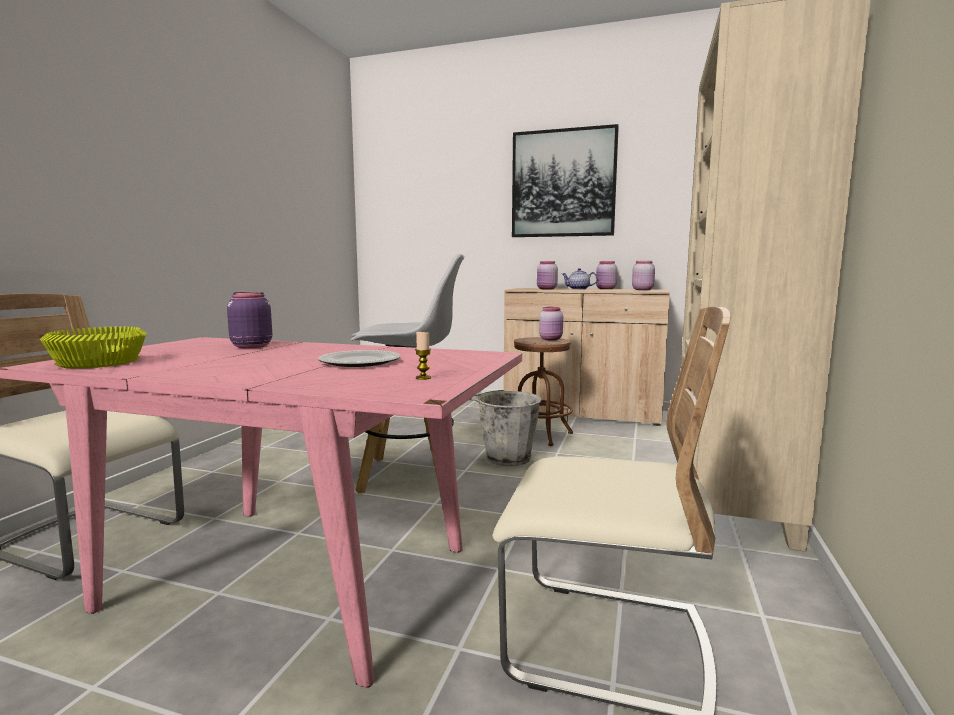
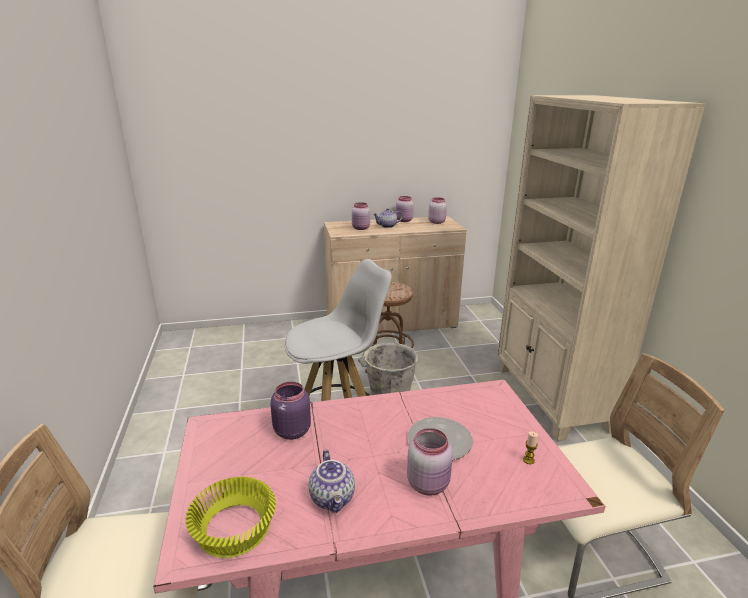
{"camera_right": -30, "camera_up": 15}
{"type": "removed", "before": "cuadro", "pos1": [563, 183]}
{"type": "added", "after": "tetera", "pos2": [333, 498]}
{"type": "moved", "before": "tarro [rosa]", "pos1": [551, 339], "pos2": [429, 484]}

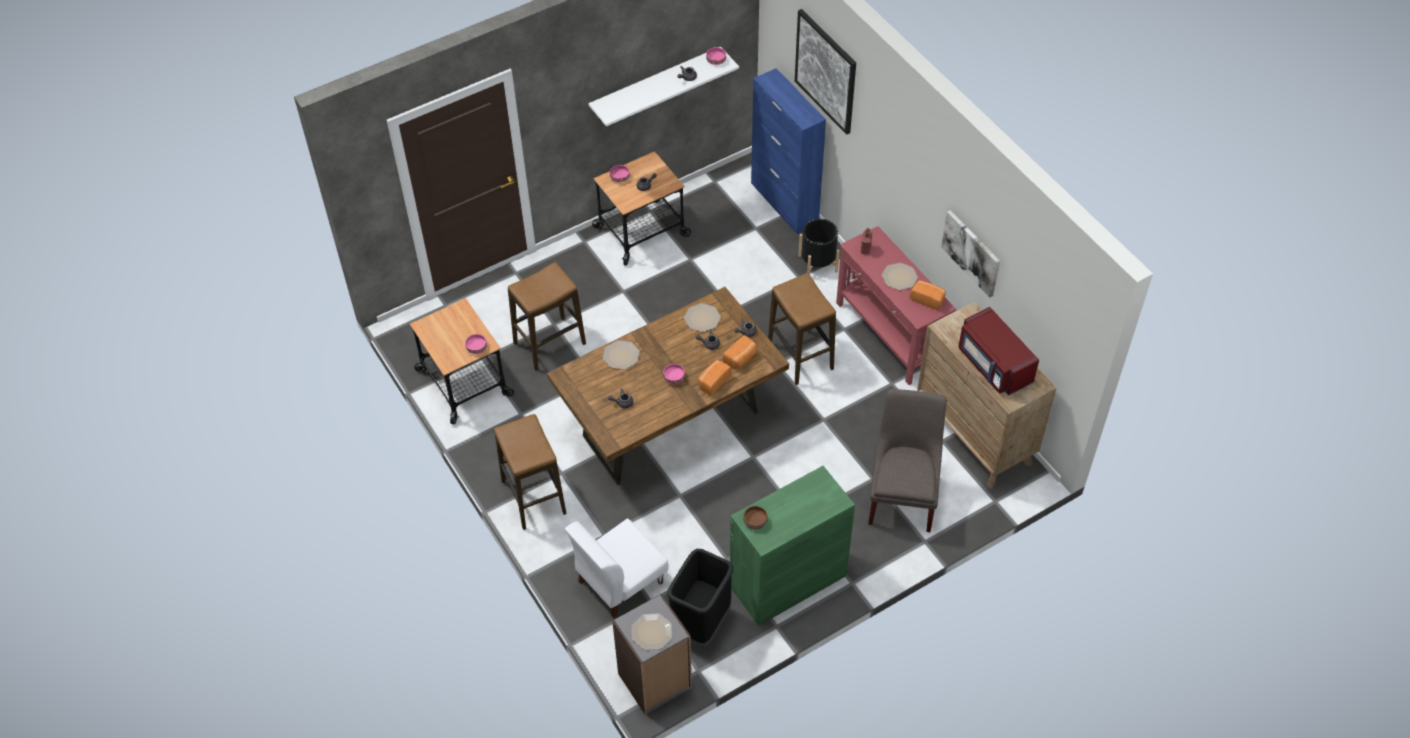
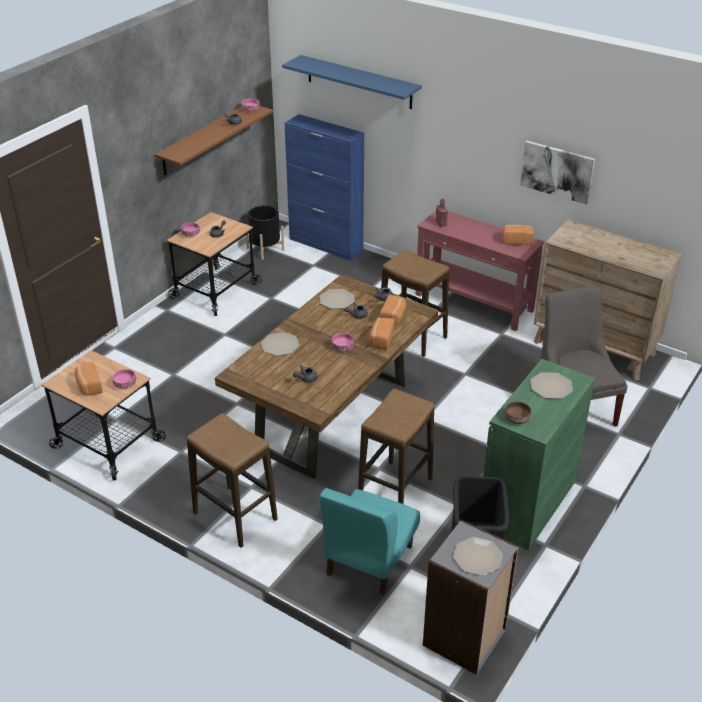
{"camera_right": -25, "camera_up": -15}
{"type": "removed", "before": "microondas [rojo]", "pos1": [993, 365]}
{"type": "added", "after": "pan", "pos2": [89, 386]}
{"type": "moved", "before": "taburete", "pos1": [549, 344], "pos2": [395, 490]}
{"type": "moved", "before": "maceta [negro]", "pos1": [818, 263], "pos2": [265, 249]}
{"type": "moved", "before": "plato", "pos1": [900, 277], "pos2": [551, 386]}
{"type": "replaced", "before": "cuadro", "after": "estante [azul]", "pos1": [826, 71], "pos2": [359, 82]}
{"type": "recoloured", "before": "silla [blanco]", "after": "silla [turquesa]", "pos1": [619, 582], "pos2": [369, 560]}
{"type": "recoloured", "before": "estante [blanco]", "after": "estante [marrón]", "pos1": [655, 85], "pos2": [204, 139]}

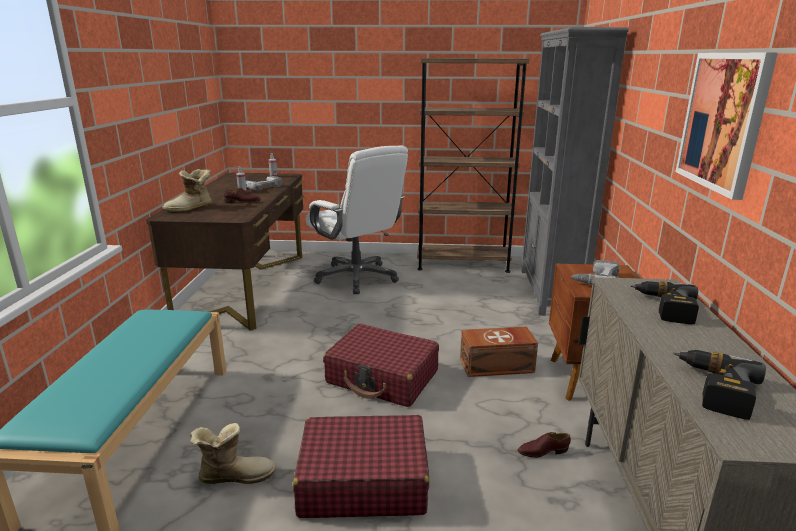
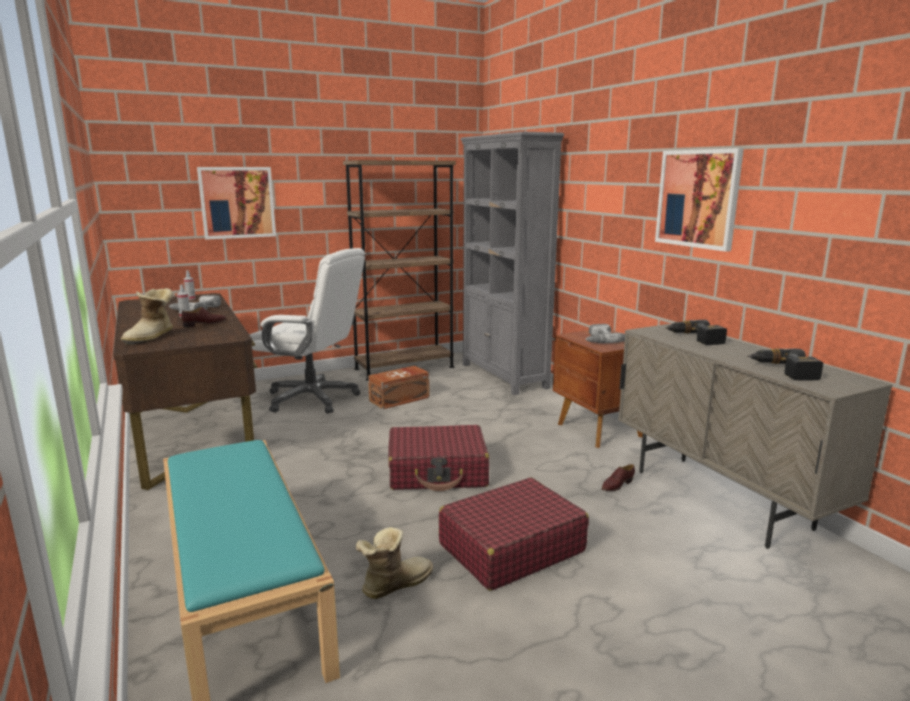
{"camera_right": -30, "camera_up": -5}
{"type": "added", "after": "cuadro", "pos2": [237, 202]}
{"type": "moved", "before": "caja de almacenaje [marrón]", "pos1": [498, 366], "pos2": [400, 399]}

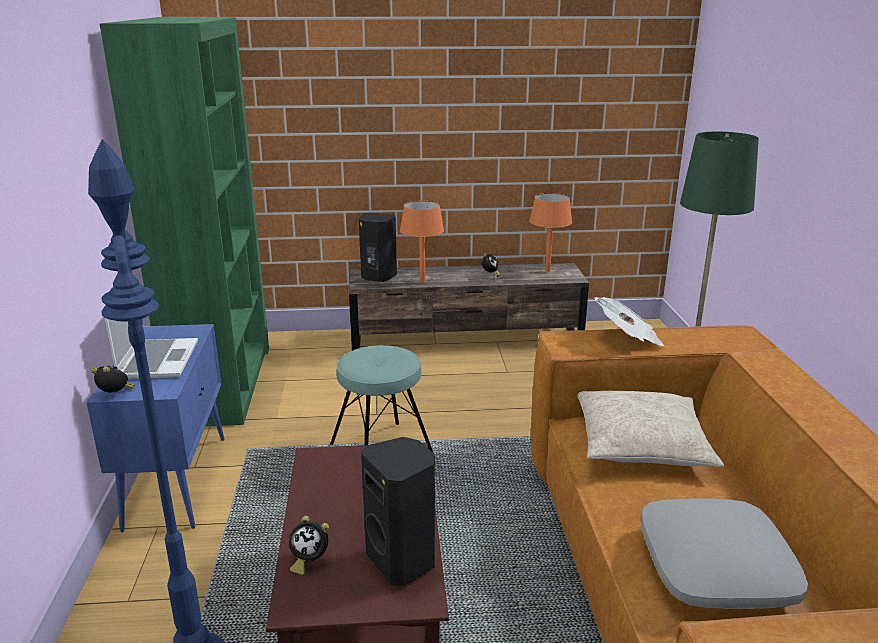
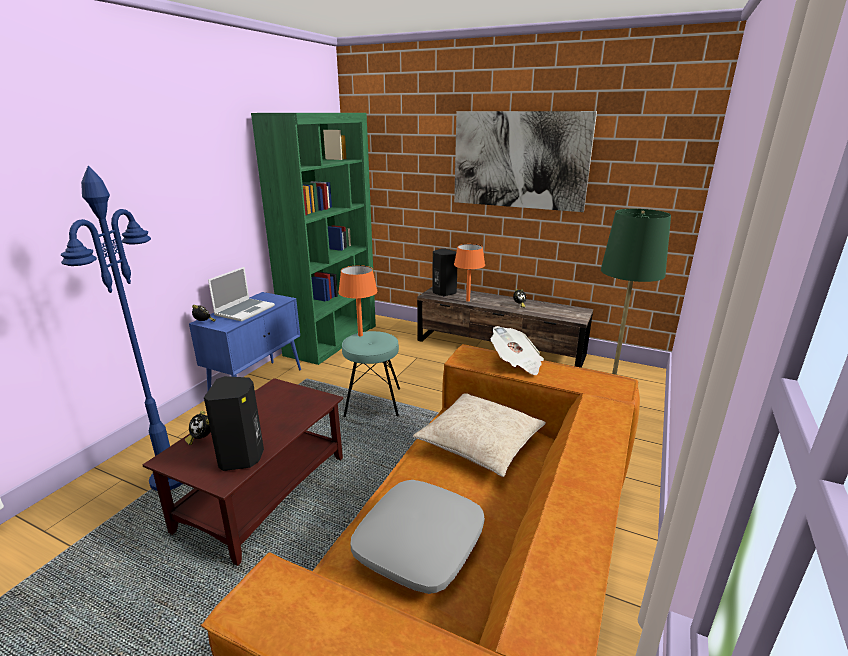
{"camera_right": 30, "camera_up": 0}
{"type": "added", "after": "cuadro", "pos2": [519, 160]}
{"type": "moved", "before": "lámpara de mesa [naranja]", "pos1": [547, 271], "pos2": [360, 335]}

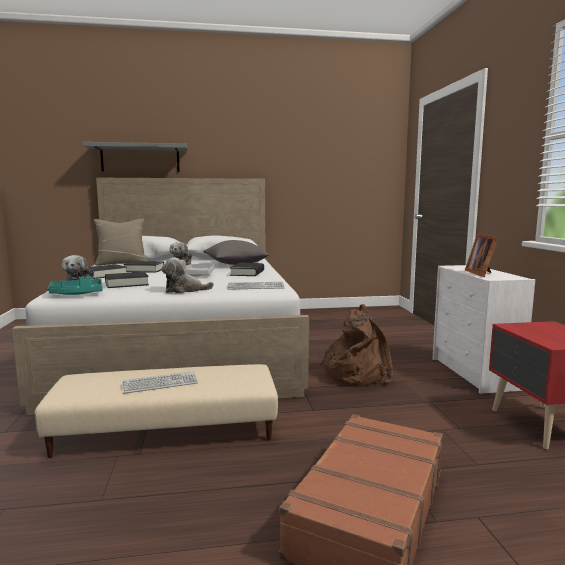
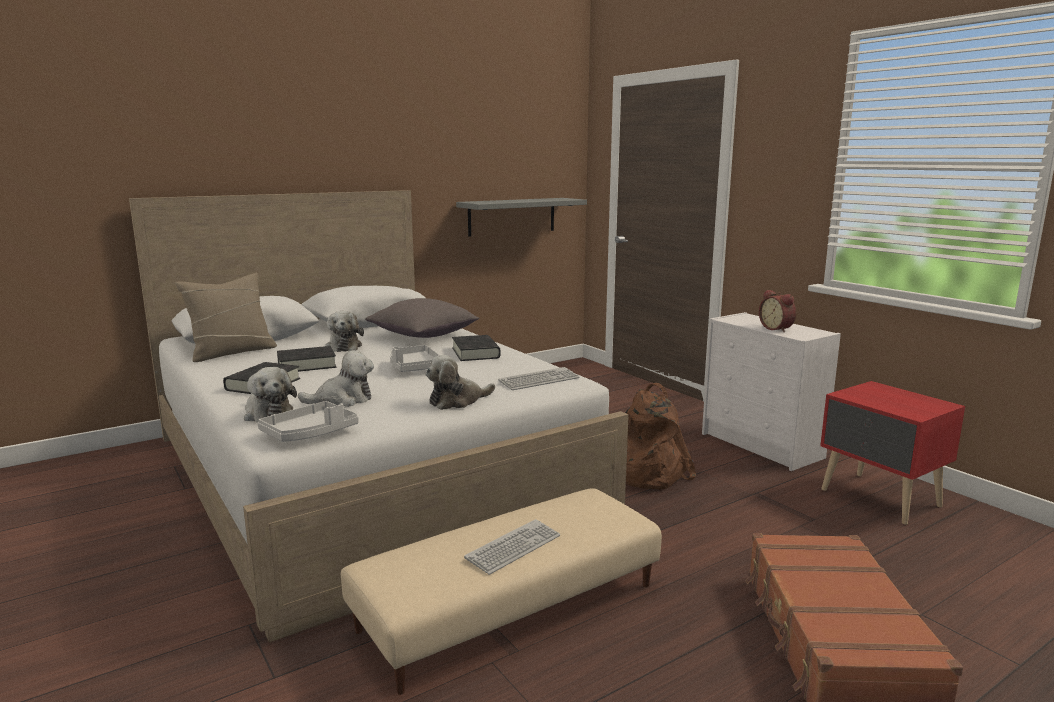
{"camera_right": -25, "camera_up": 5}
{"type": "moved", "before": "estante [gris]", "pos1": [140, 159], "pos2": [512, 216]}
{"type": "replaced", "before": "libro [negro]", "after": "peluche", "pos1": [126, 284], "pos2": [343, 399]}
{"type": "replaced", "before": "portarretratos", "after": "despertador", "pos1": [481, 273], "pos2": [777, 329]}
{"type": "recoloured", "before": "bandeja [turquesa]", "after": "bandeja [gris]", "pos1": [77, 294], "pos2": [310, 433]}

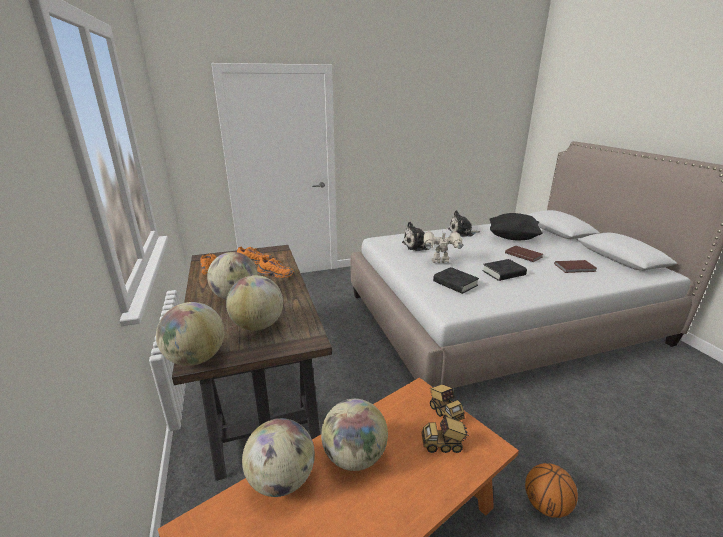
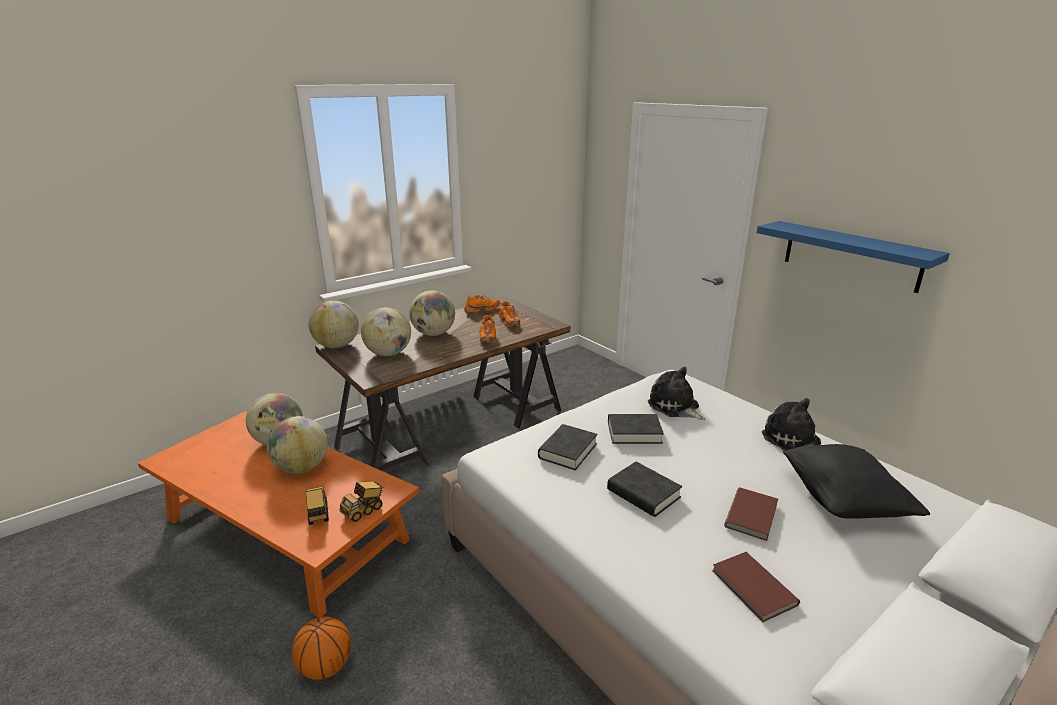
{"camera_right": 70, "camera_up": 0}
{"type": "added", "after": "estante [azul]", "pos2": [851, 255]}
{"type": "replaced", "before": "robot de juguete", "after": "libro [negro]", "pos1": [440, 262], "pos2": [634, 433]}

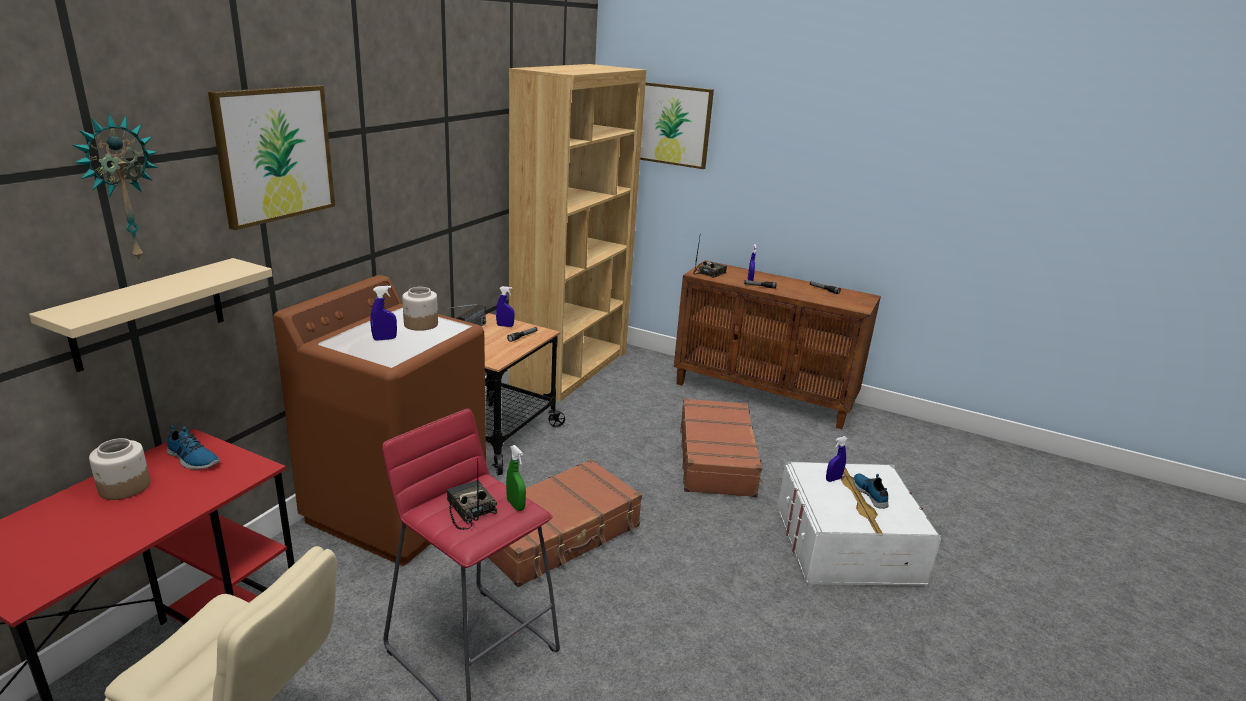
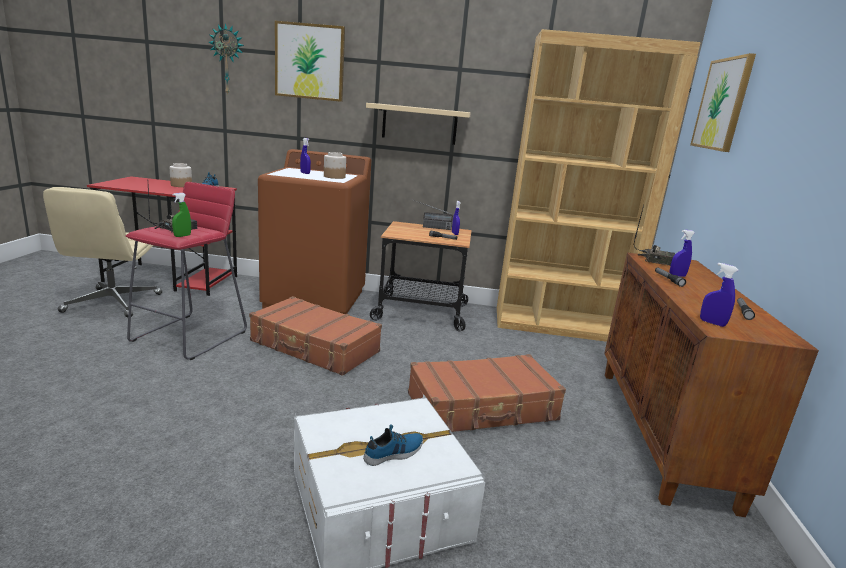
{"camera_right": 70, "camera_up": -5}
{"type": "moved", "before": "estante [beis]", "pos1": [149, 313], "pos2": [419, 124]}
{"type": "moved", "before": "pulverizador [azul]", "pos1": [833, 479], "pos2": [712, 323]}

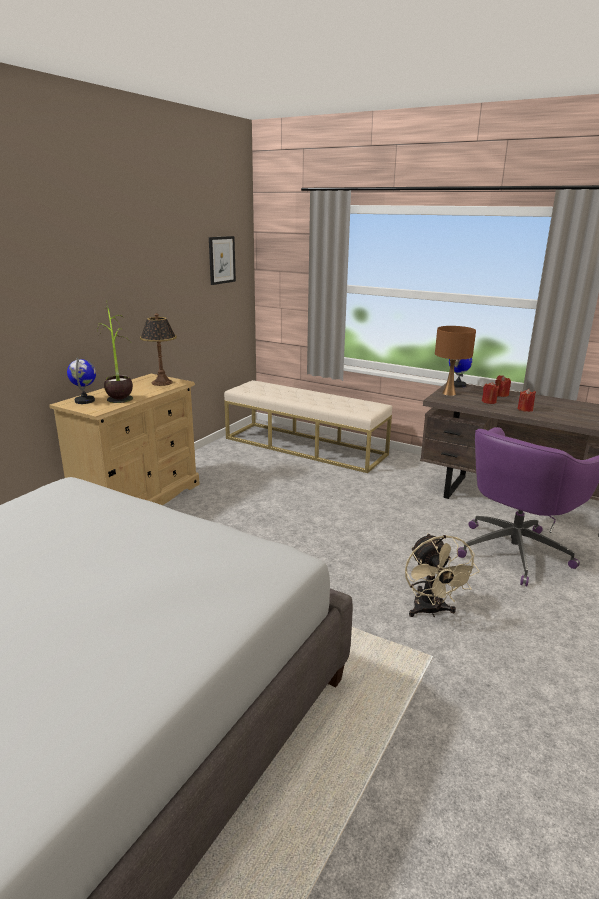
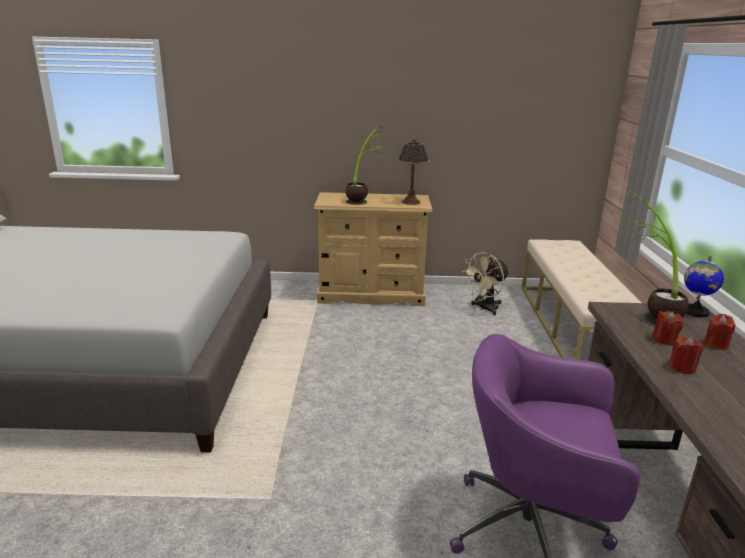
{"camera_right": 60, "camera_up": 0}
{"type": "removed", "before": "globo terráqueo", "pos1": [85, 401]}
{"type": "removed", "before": "cuadro", "pos1": [221, 260]}
{"type": "moved", "before": "ventilador [beis]", "pos1": [431, 611], "pos2": [484, 308]}
{"type": "replaced", "before": "lámpara de mesa [marrón]", "after": "planta en maceta", "pos1": [449, 393], "pos2": [645, 311]}

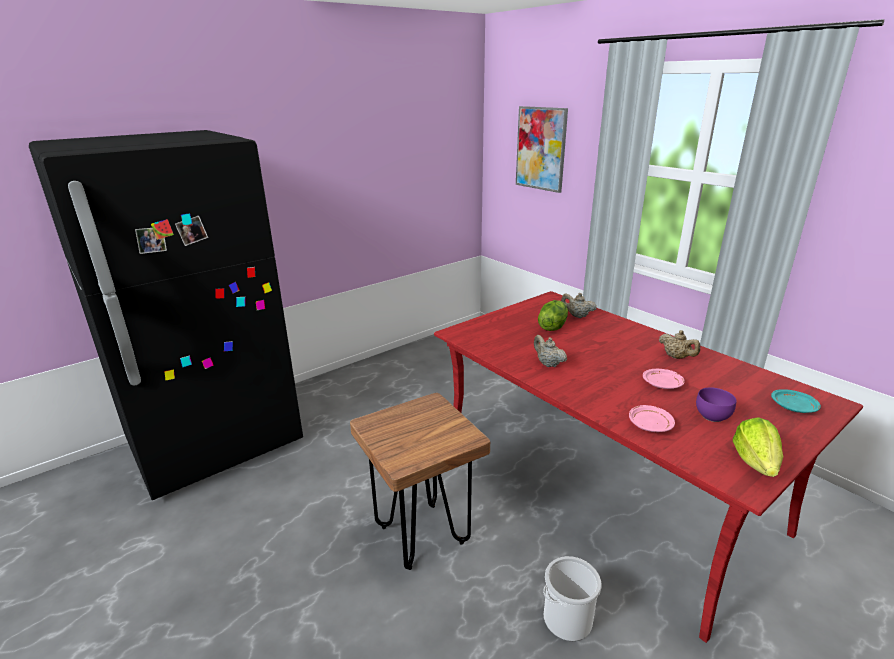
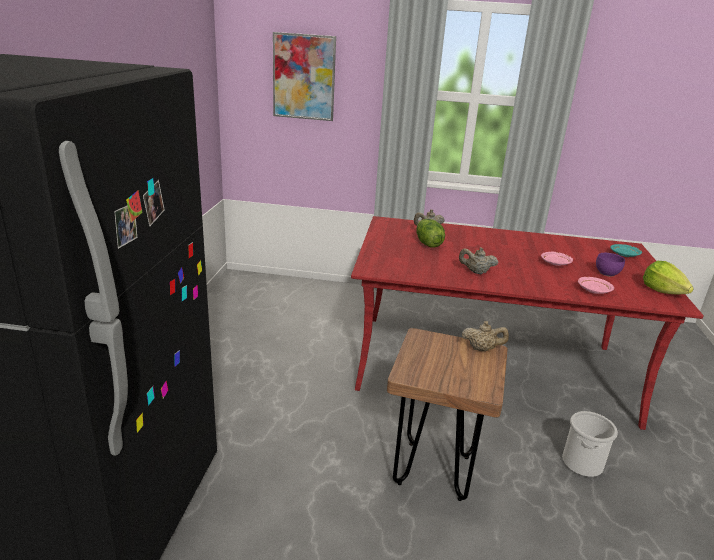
{"camera_right": -45, "camera_up": 0}
{"type": "moved", "before": "tetera [beis]", "pos1": [676, 357], "pos2": [482, 349]}

